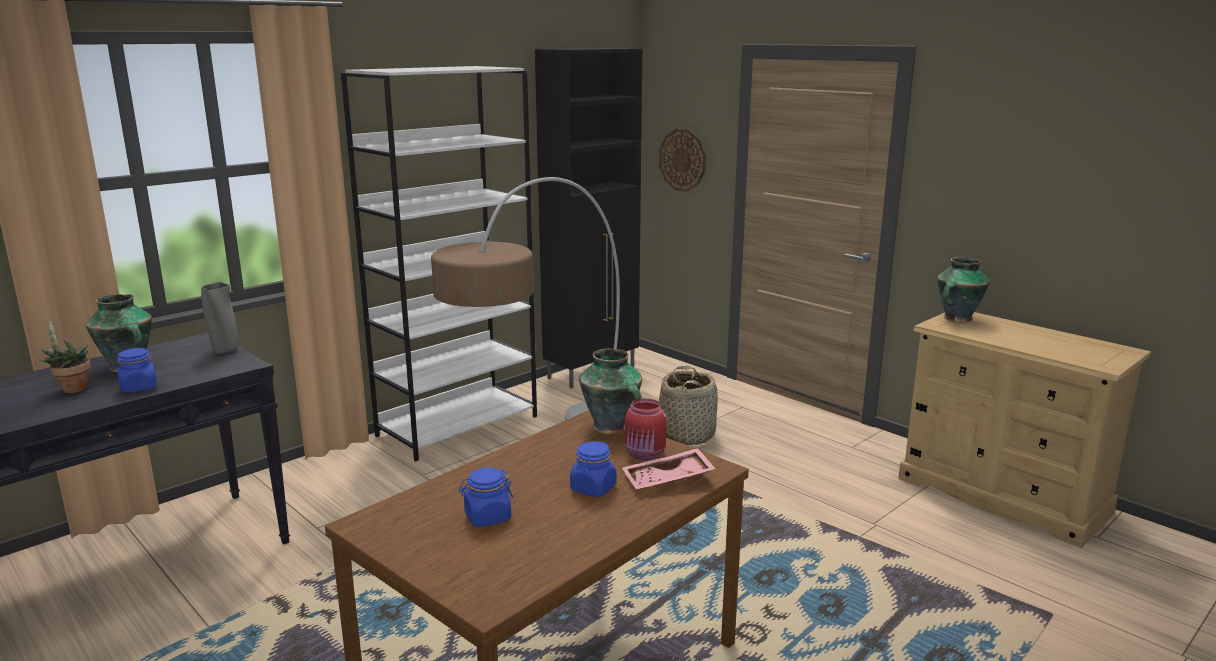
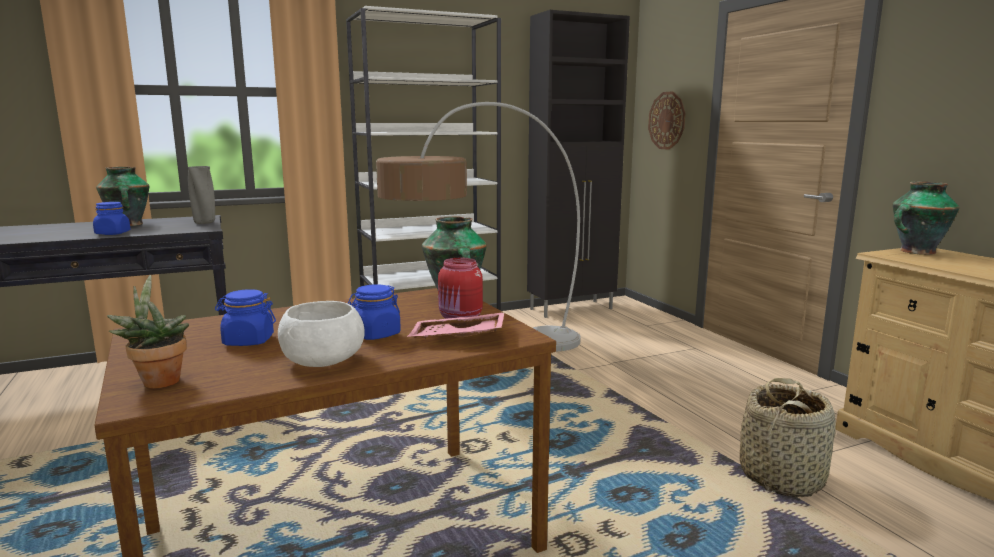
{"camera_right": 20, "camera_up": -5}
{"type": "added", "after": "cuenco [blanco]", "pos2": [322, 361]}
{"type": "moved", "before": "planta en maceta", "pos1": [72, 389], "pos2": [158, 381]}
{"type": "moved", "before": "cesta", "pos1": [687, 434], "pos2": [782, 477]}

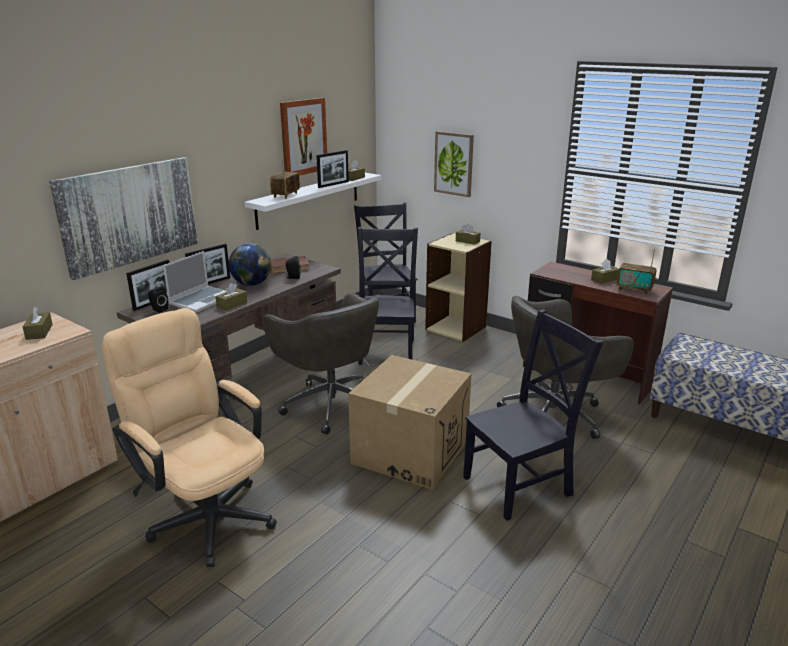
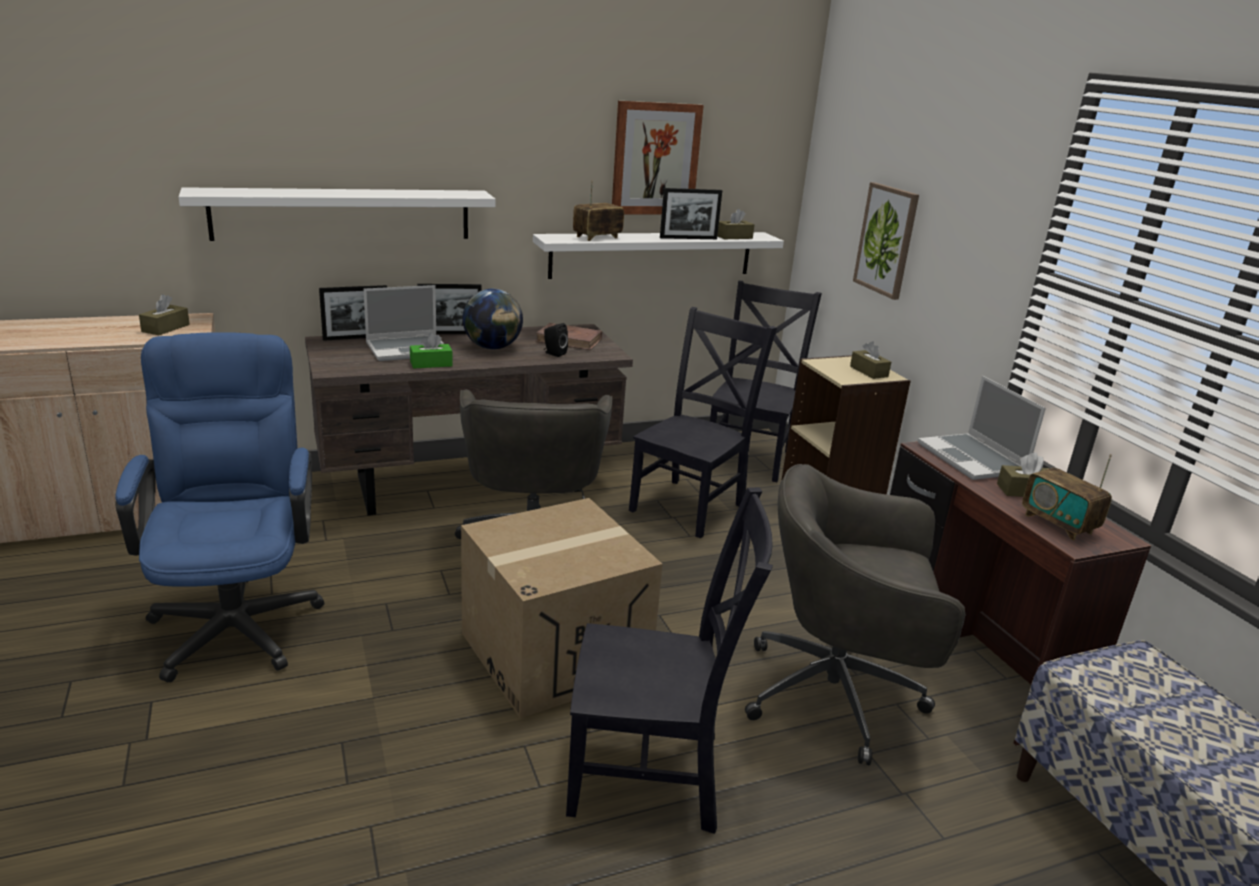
{"camera_right": 30, "camera_up": 0}
{"type": "removed", "before": "altavoz [negro]", "pos1": [158, 309]}
{"type": "added", "after": "portátil", "pos2": [973, 459]}
{"type": "replaced", "before": "cuadro", "after": "estante [blanco]", "pos1": [129, 215], "pos2": [343, 214]}
{"type": "recoloured", "before": "silla de oficina [beis]", "after": "silla de oficina [azul]", "pos1": [205, 513], "pos2": [238, 617]}
{"type": "recoloured", "before": "caja de pañuelos [marrón]", "after": "caja de pañuelos [verde]", "pos1": [232, 304], "pos2": [431, 364]}

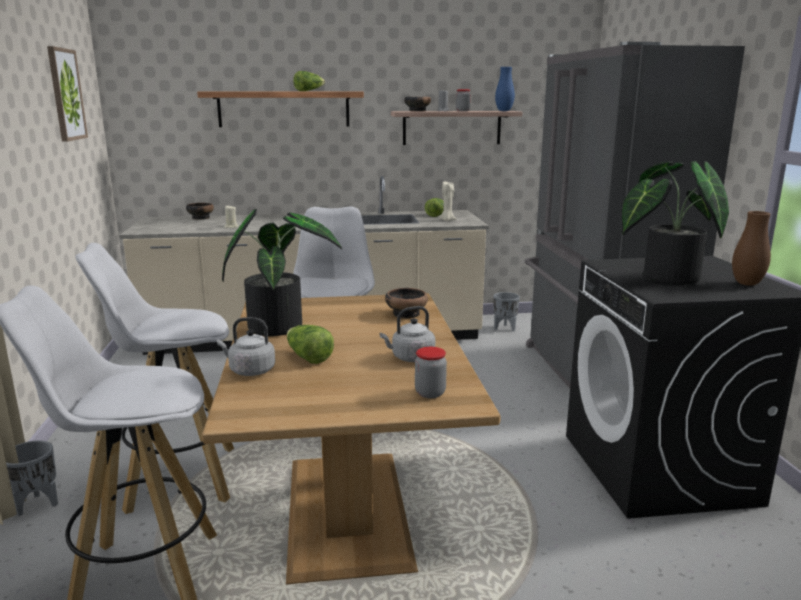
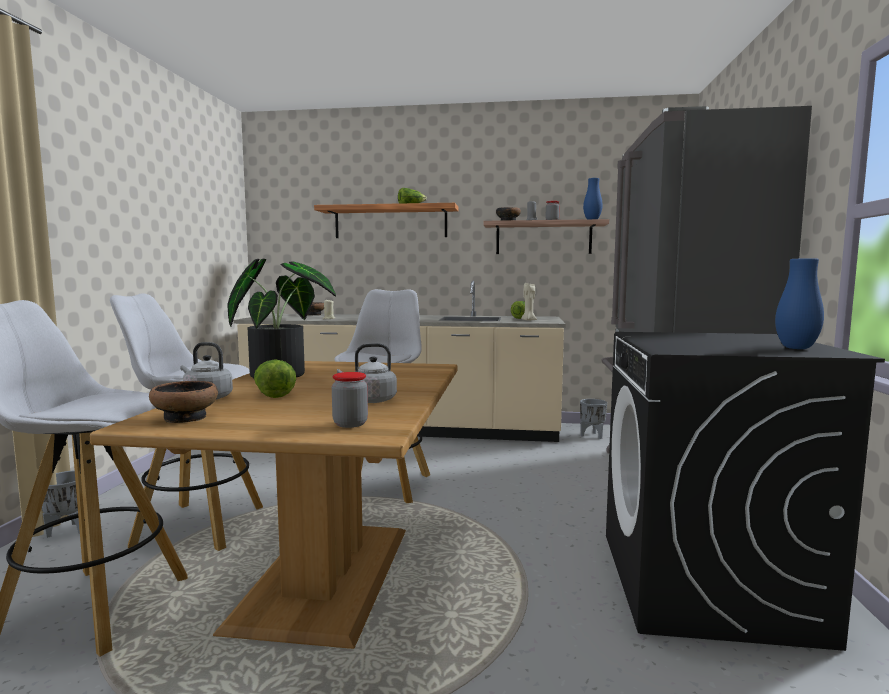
{"camera_right": 15, "camera_up": -10}
{"type": "removed", "before": "cuadro", "pos1": [66, 94]}
{"type": "removed", "before": "planta en maceta", "pos1": [663, 278]}
{"type": "moved", "before": "cuenco", "pos1": [406, 314], "pos2": [186, 417]}
{"type": "recoloured", "before": "florero [marrón]", "after": "florero [azul]", "pos1": [746, 284], "pos2": [796, 348]}

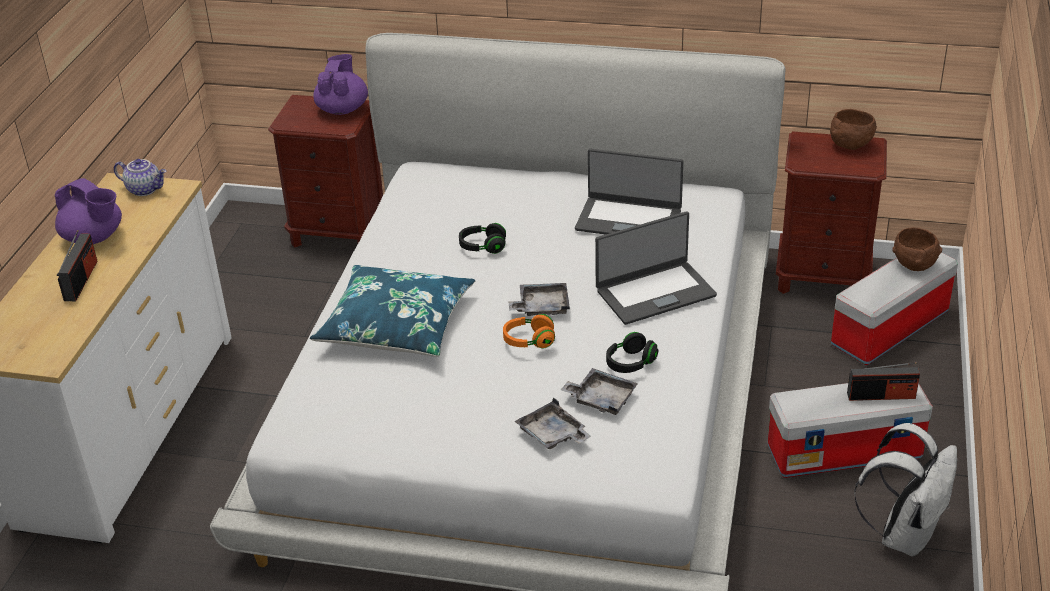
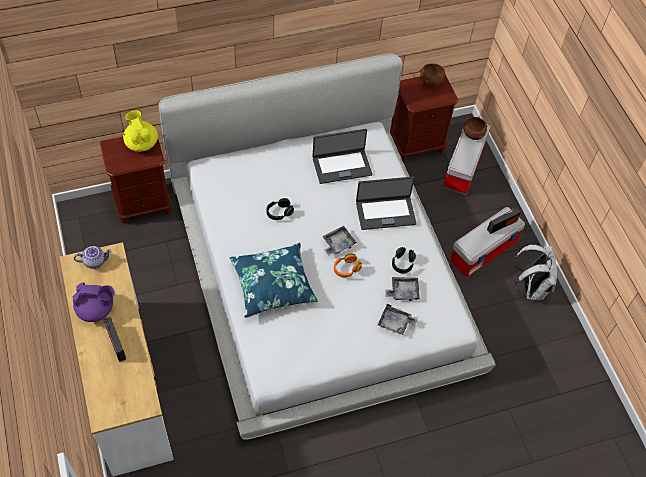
{"camera_right": -35, "camera_up": 20}
{"type": "recoloured", "before": "tetera [morado]", "after": "tetera [amarillo]", "pos1": [342, 109], "pos2": [141, 143]}
{"type": "turned", "before": "portátil", "pos1": [655, 292], "pos2": [385, 212], "turn": 45}

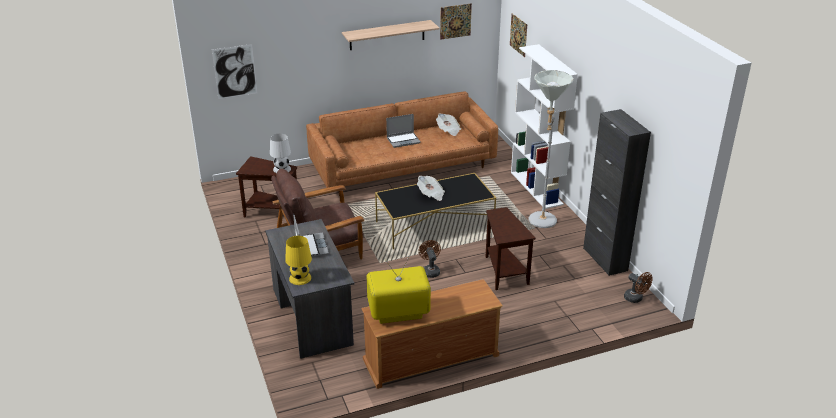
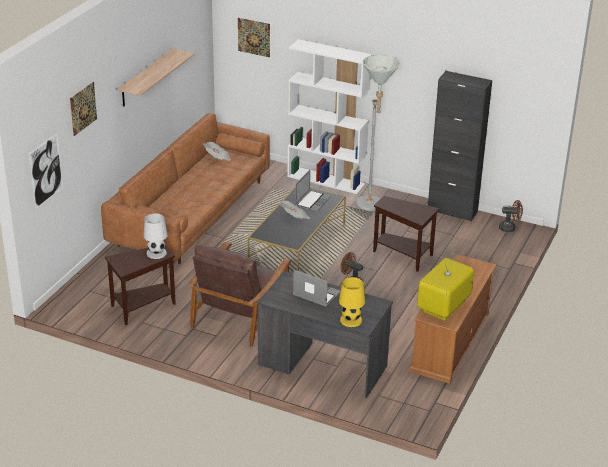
{"camera_right": -45, "camera_up": 0}
{"type": "moved", "before": "portátil", "pos1": [403, 140], "pos2": [312, 201]}
{"type": "moved", "before": "cuadro", "pos1": [455, 21], "pos2": [83, 108]}

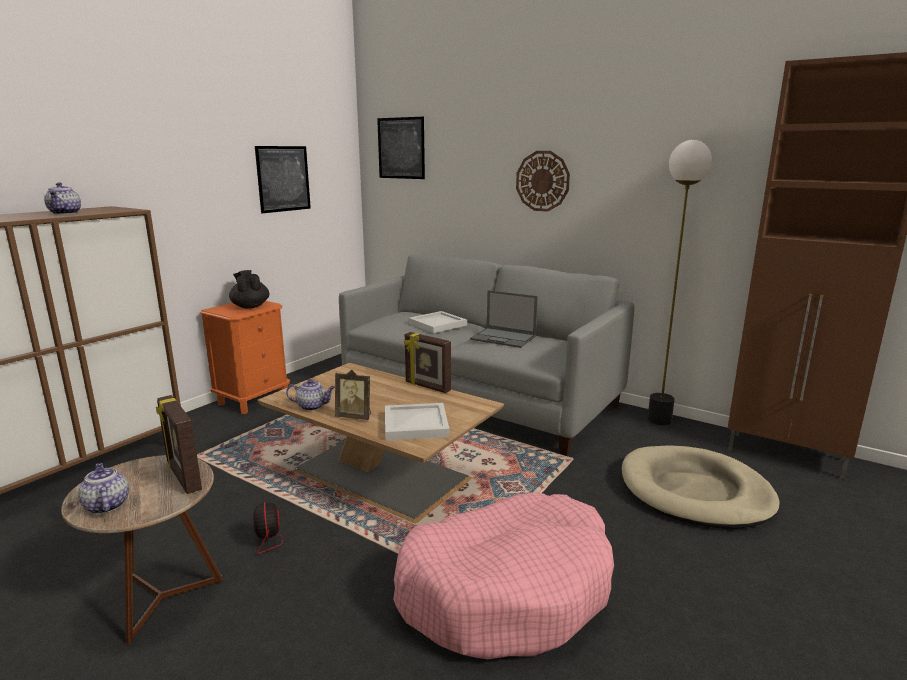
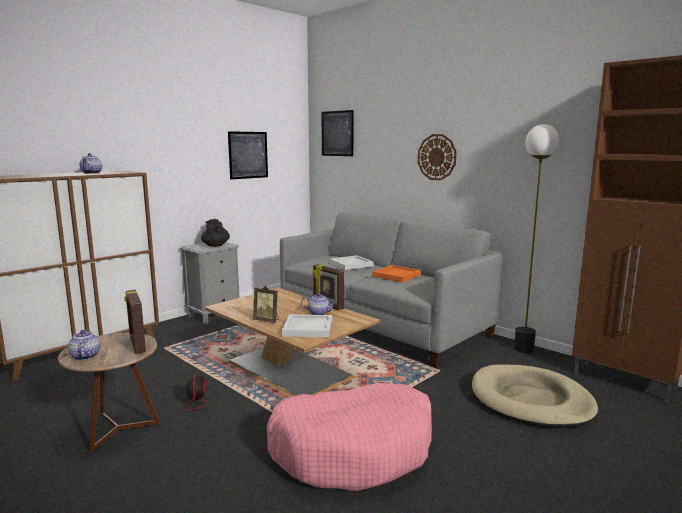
{"camera_right": 10, "camera_up": -5}
{"type": "moved", "before": "tetera", "pos1": [312, 406], "pos2": [319, 313]}
{"type": "replaced", "before": "portátil", "after": "bandeja [naranja]", "pos1": [504, 338], "pos2": [397, 275]}
{"type": "recoloured", "before": "mesita de noche [naranja]", "after": "mesita de noche [gris]", "pos1": [253, 399], "pos2": [214, 315]}

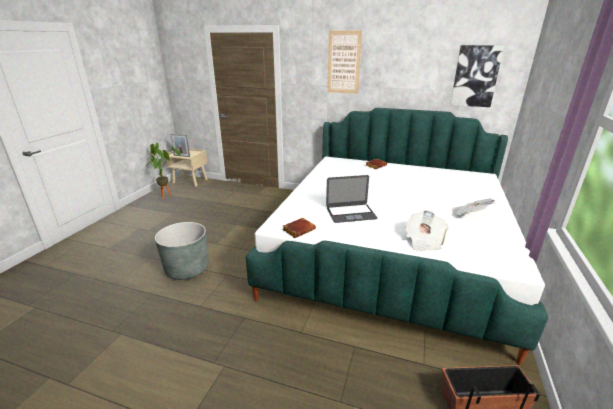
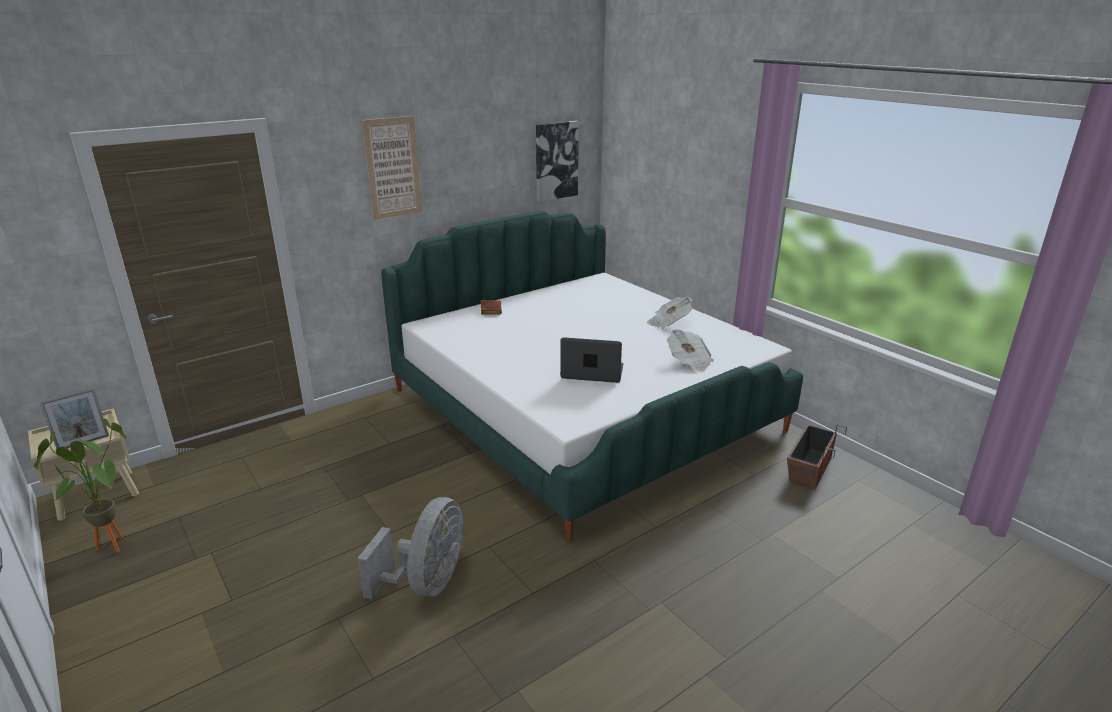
{"camera_right": -55, "camera_up": 0}
{"type": "removed", "before": "libro [marrón]", "pos1": [299, 229]}
{"type": "replaced", "before": "maceta [gris]", "after": "ventilador [gris]", "pos1": [187, 269], "pos2": [427, 582]}
{"type": "turned", "before": "portátil", "pos1": [351, 213], "pos2": [592, 372], "turn": -105}

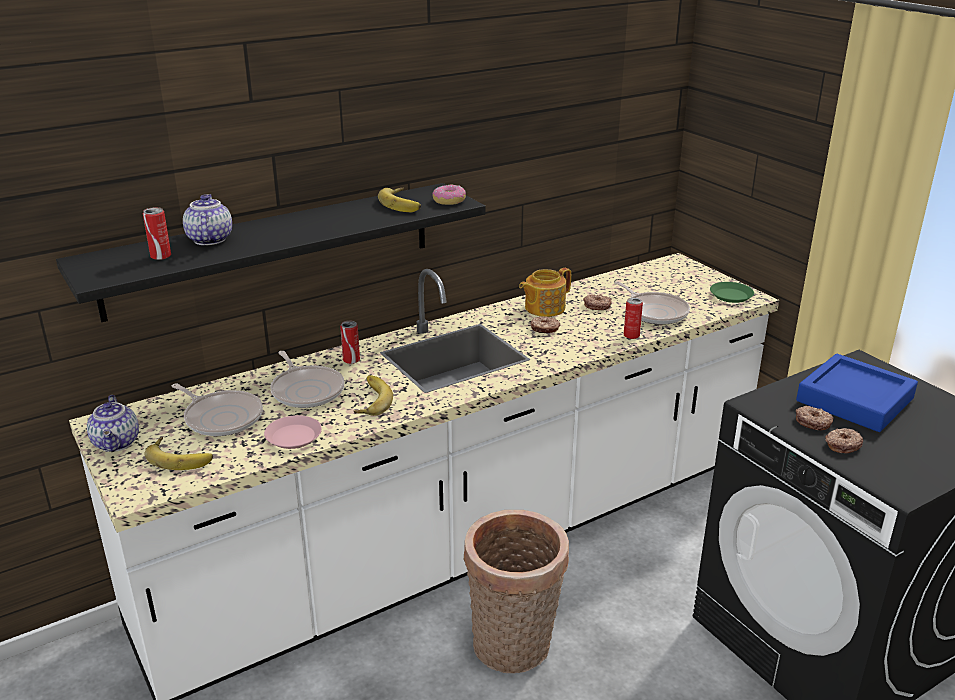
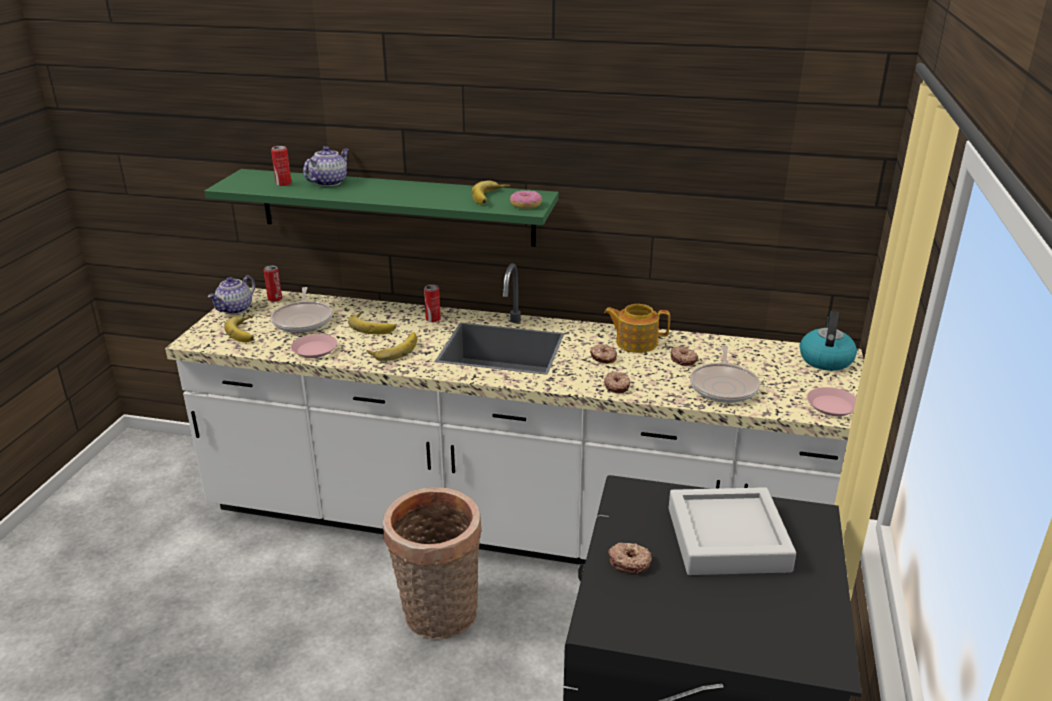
{"camera_right": 45, "camera_up": 0}
{"type": "added", "after": "hervidor", "pos2": [825, 359]}
{"type": "moved", "before": "lata", "pos1": [631, 336], "pos2": [275, 299]}
{"type": "moved", "before": "rosquilla", "pos1": [813, 422], "pos2": [617, 386]}
{"type": "replaced", "before": "sartén", "after": "plátano", "pos1": [307, 390], "pos2": [373, 326]}
{"type": "recoloured", "before": "estante [negro]", "after": "estante [verde]", "pos1": [272, 249], "pos2": [396, 207]}
{"type": "recoloured", "before": "plato [verde]", "after": "plato [rosa]", "pos1": [731, 296], "pos2": [831, 406]}
{"type": "recoloured", "before": "bandeja [azul]", "after": "bandeja [gris]", "pos1": [854, 400], "pos2": [727, 539]}

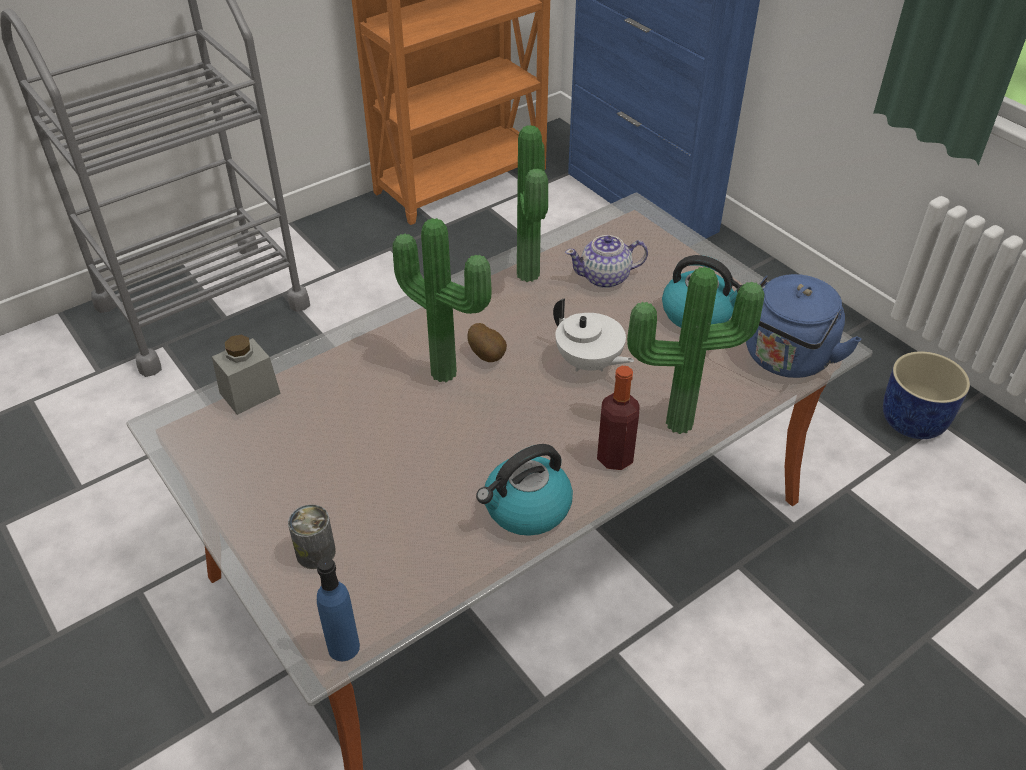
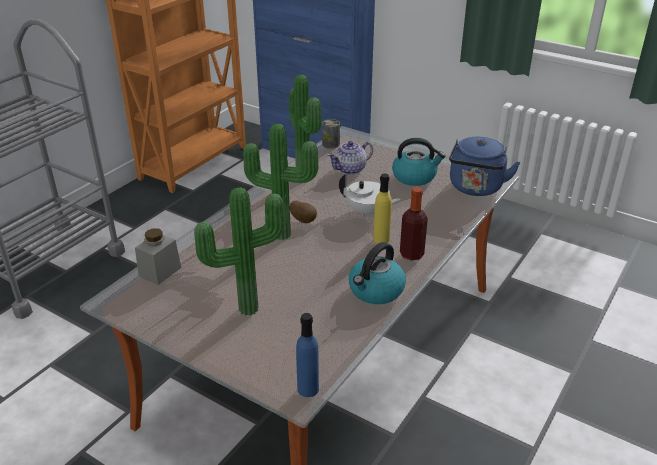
{"camera_right": -20, "camera_up": -10}
{"type": "removed", "before": "maceta [azul]", "pos1": [914, 421]}
{"type": "added", "after": "botella [amarillo]", "pos2": [381, 239]}
{"type": "moved", "before": "lata", "pos1": [315, 552], "pos2": [331, 144]}
{"type": "moved", "before": "planta en maceta", "pos1": [677, 420], "pos2": [247, 307]}

